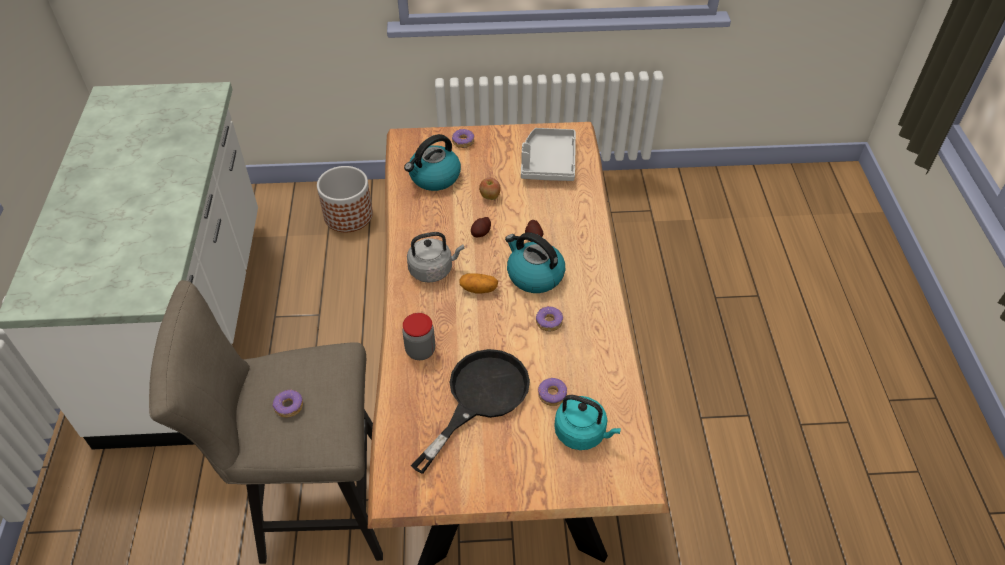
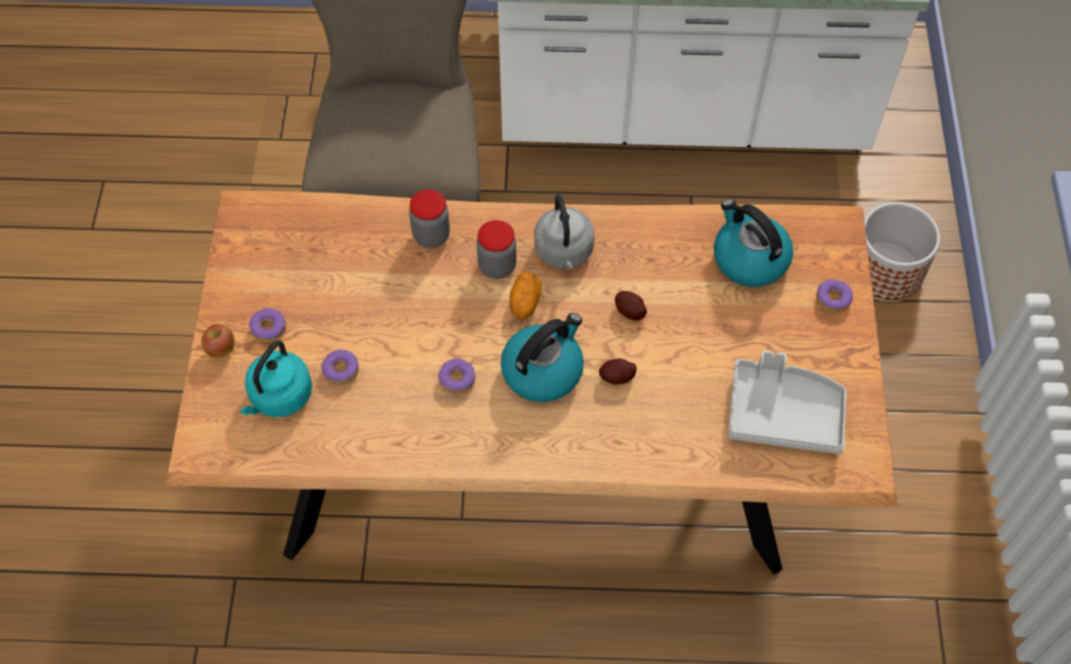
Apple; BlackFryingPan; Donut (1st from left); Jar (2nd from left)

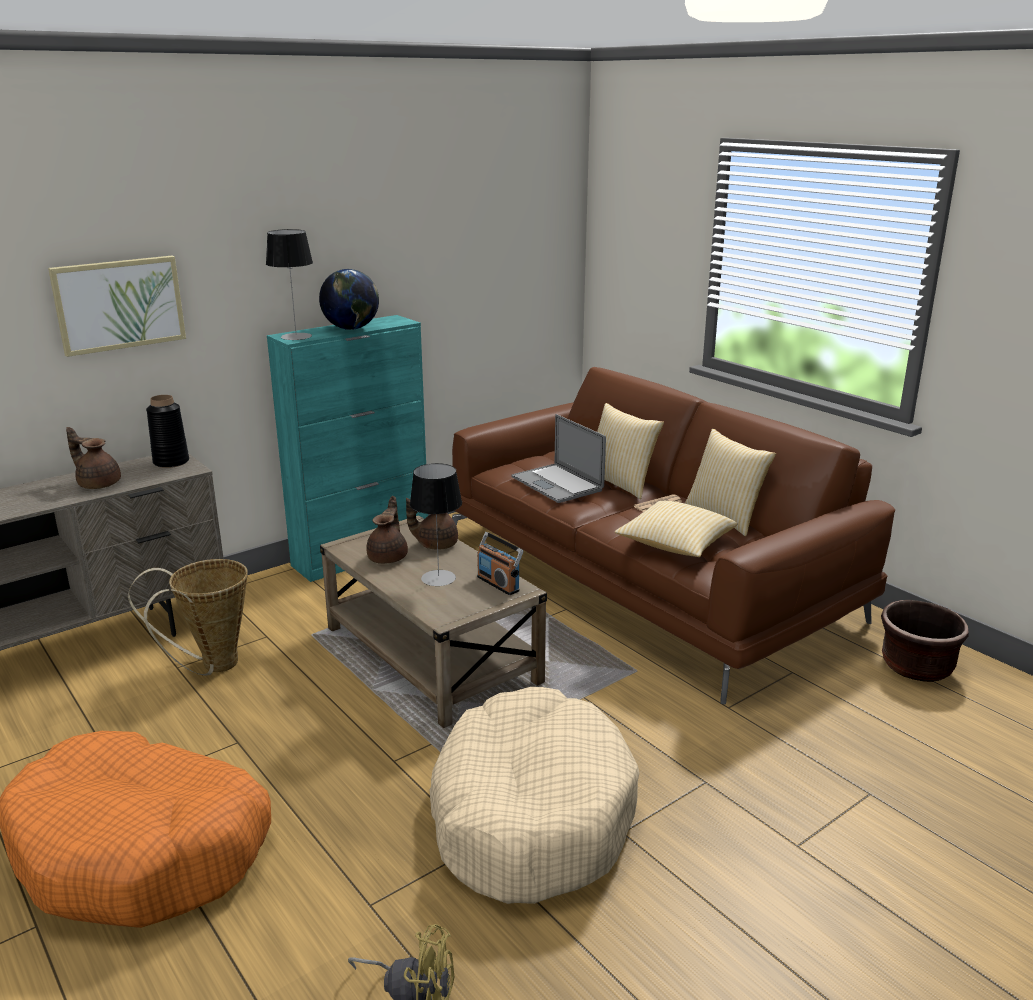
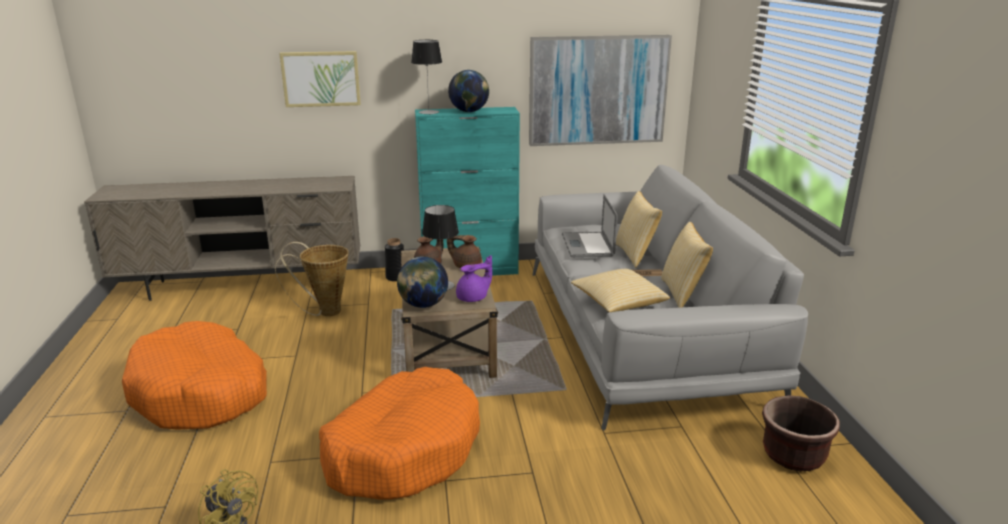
GreySofa; BlackVase; BrownTeapot (1st from left in the first image); PurpleTeapot; OrangeDogBed (2nd from left); Picture (2nd from left); Globe (1st from left)

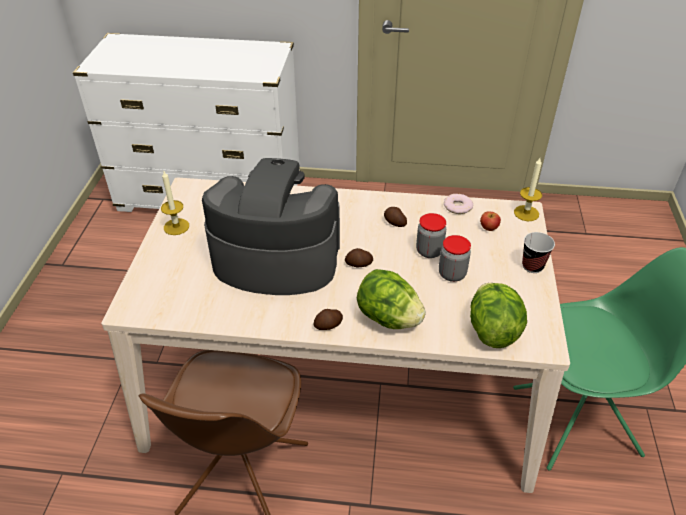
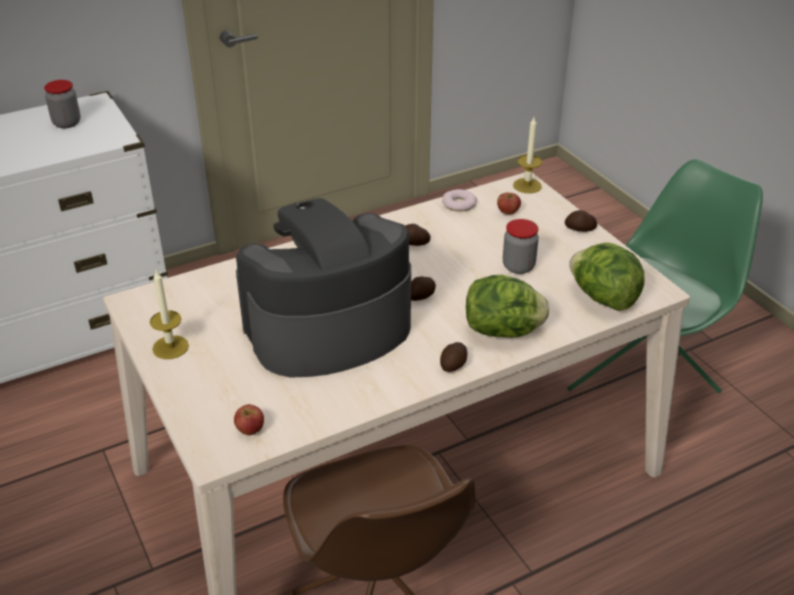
Jar (1st from left); Potato (4th from left); Apple (1st from left)

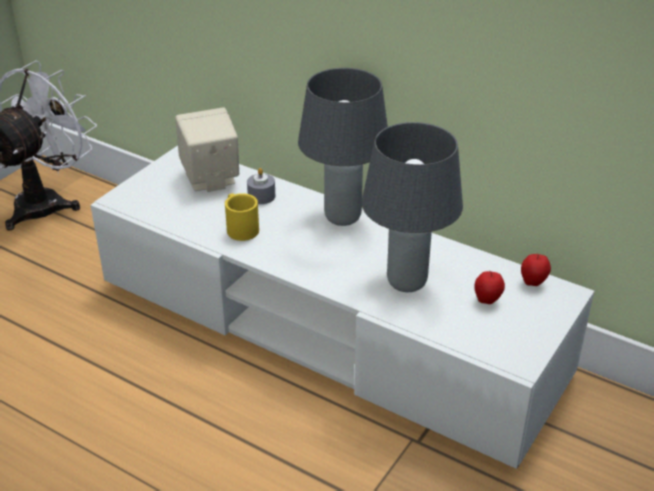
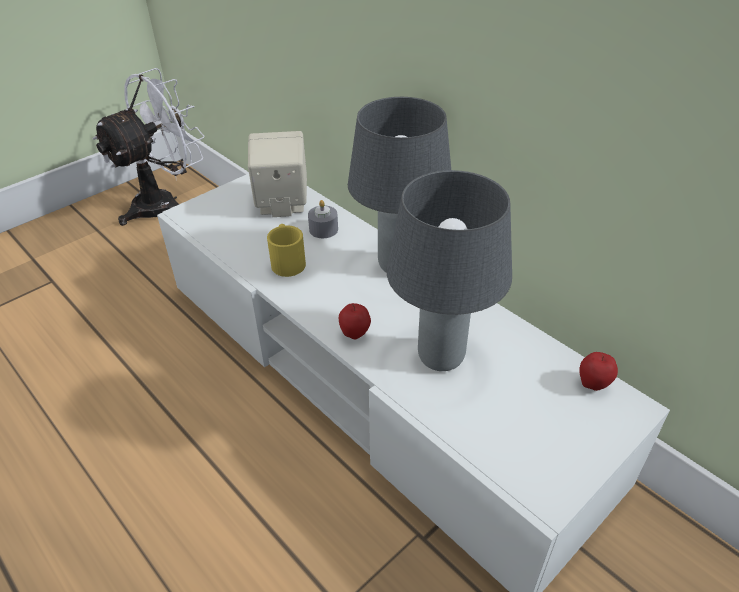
Apple (1st from left)

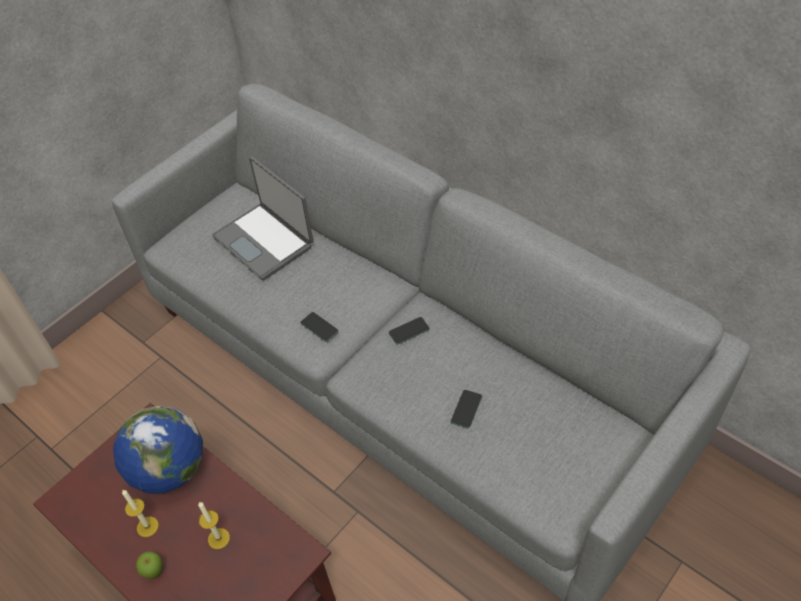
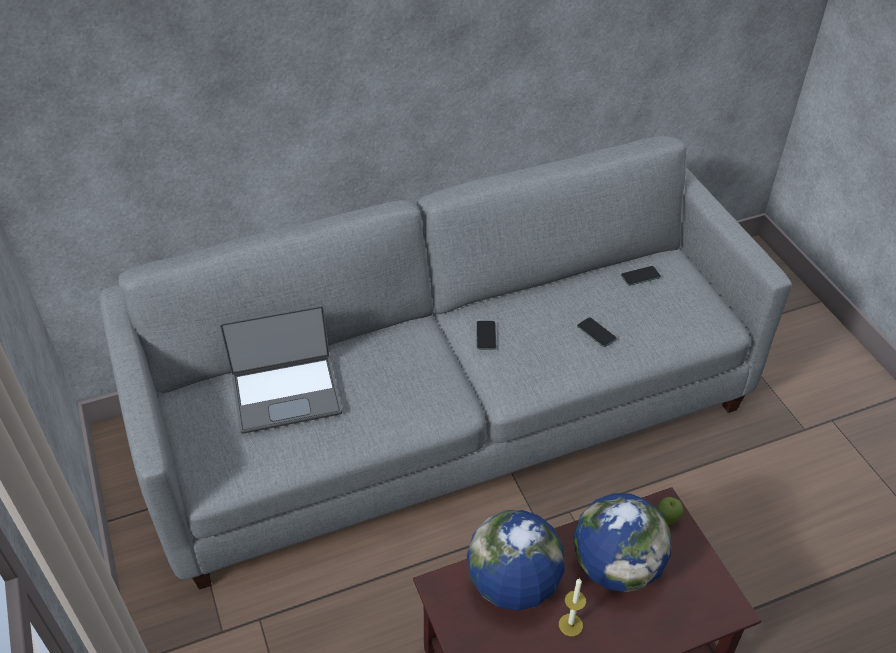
Phone (3rd from left); Globe (2nd from left); Apple

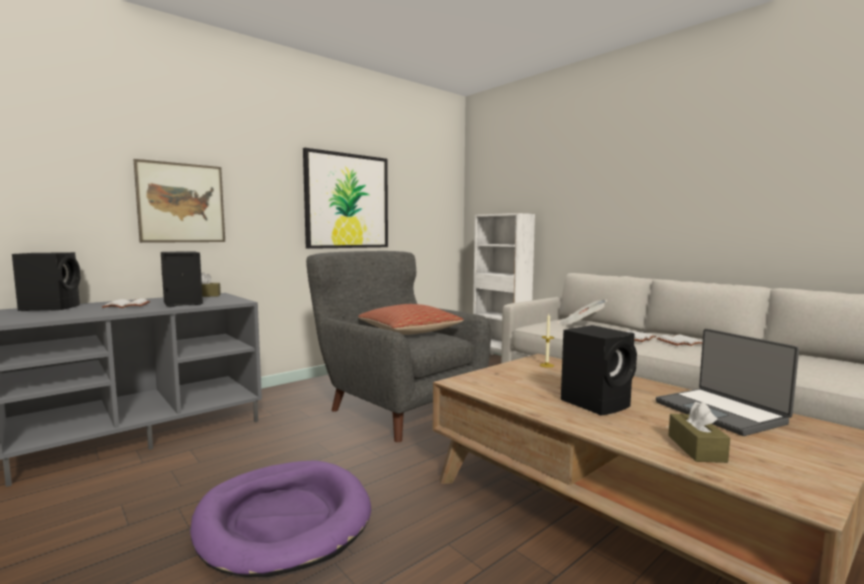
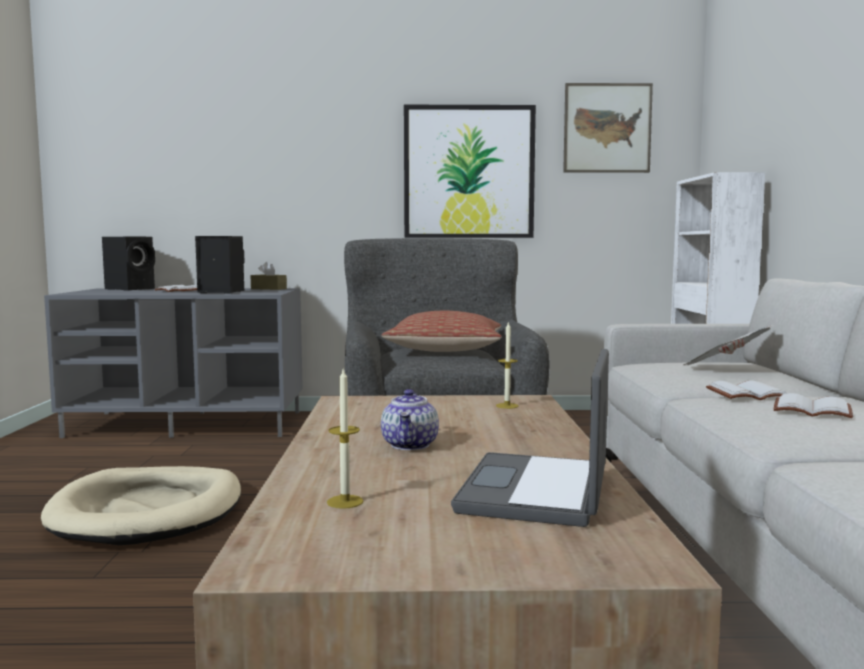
Picture (2nd from left); Teapot; Candle (1st from left); BeigeDogBed

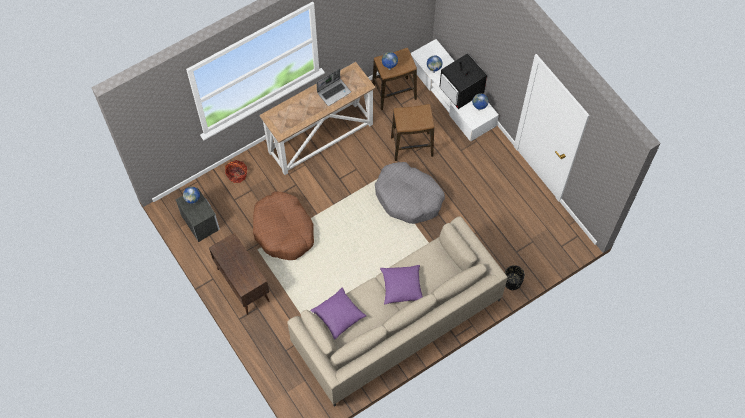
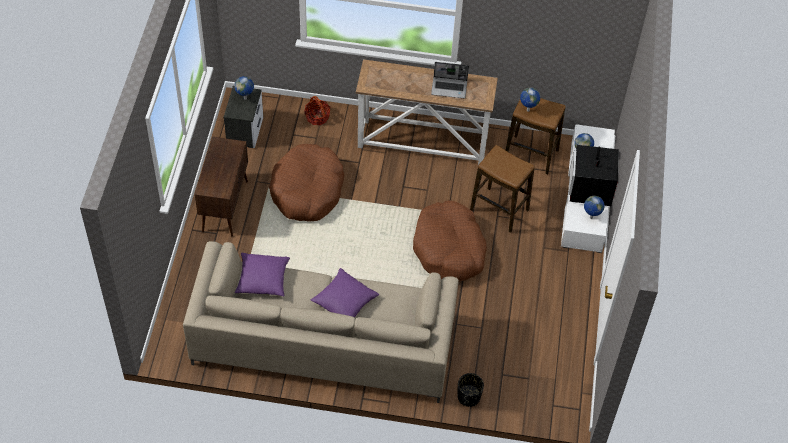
BrownDogBed (2nd from left)

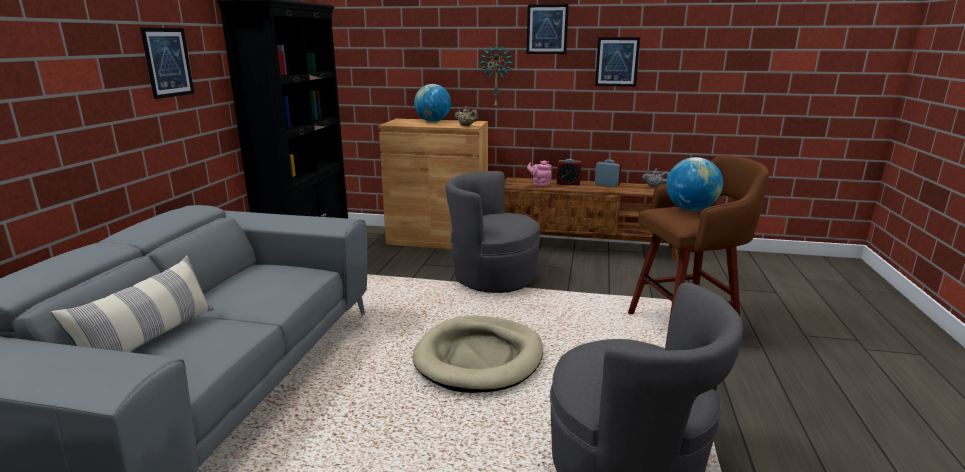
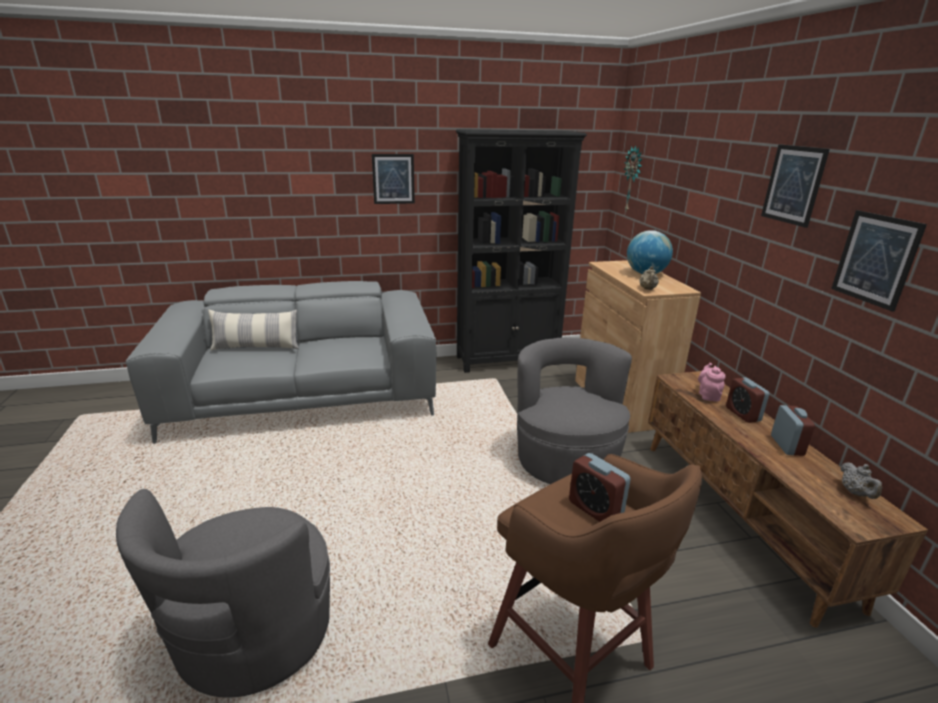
WallClock; AlarmClock (1st from left); BeigeDogBed

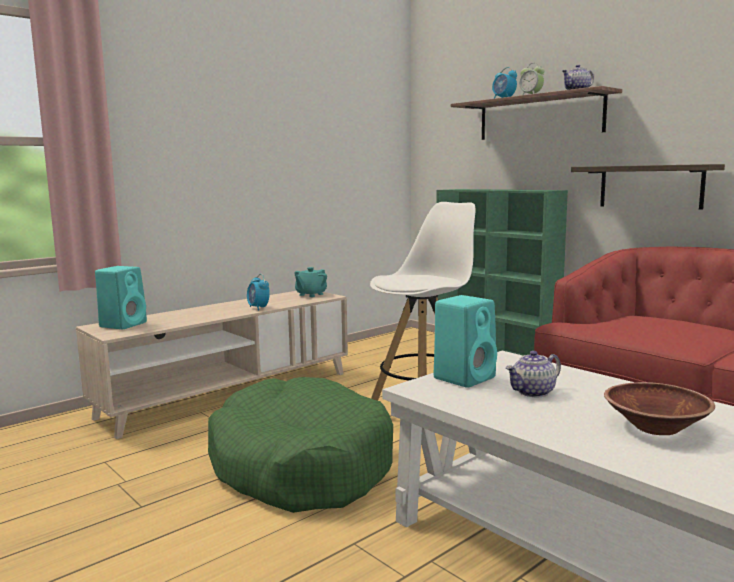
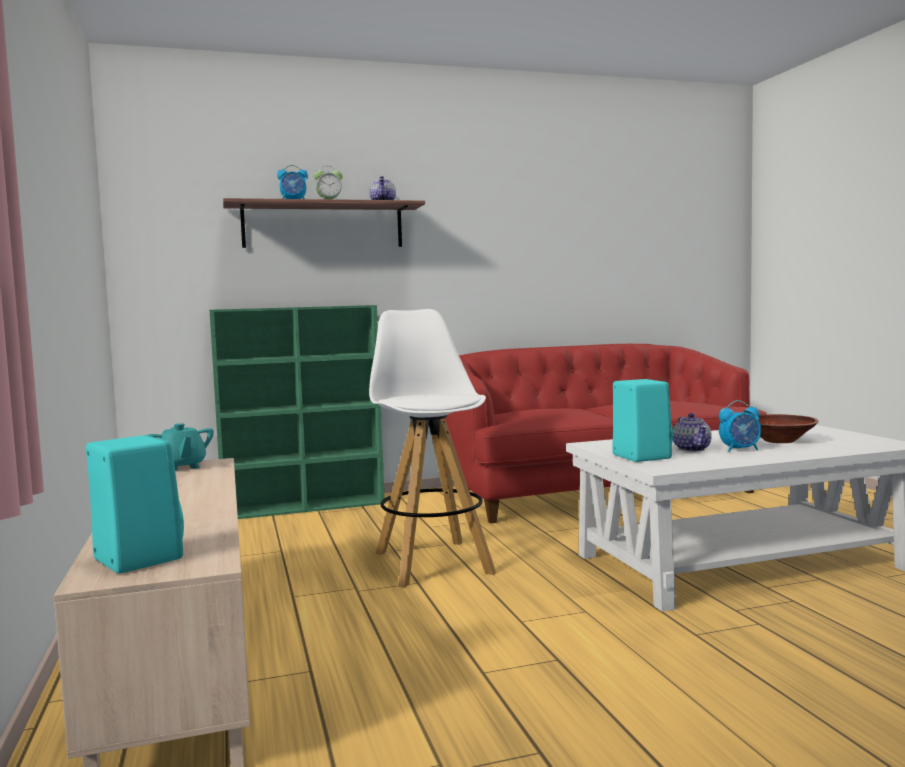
Shelf (2nd from left in the first image); AlarmClock (3rd from left); GreenDogBed

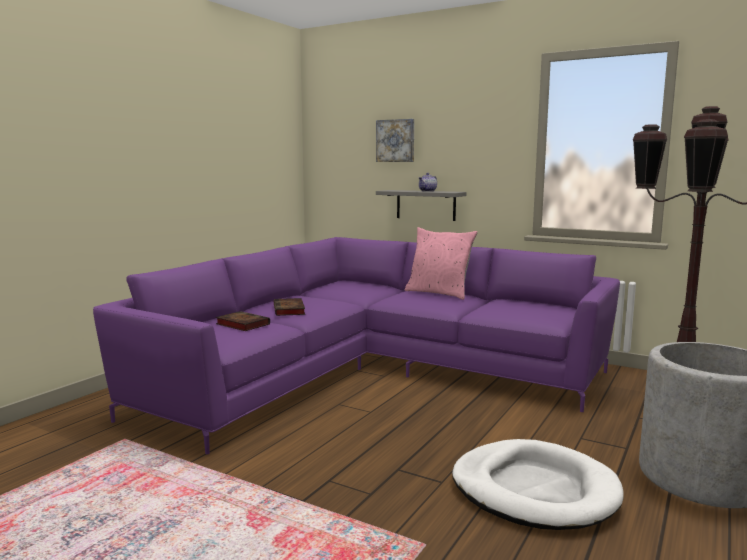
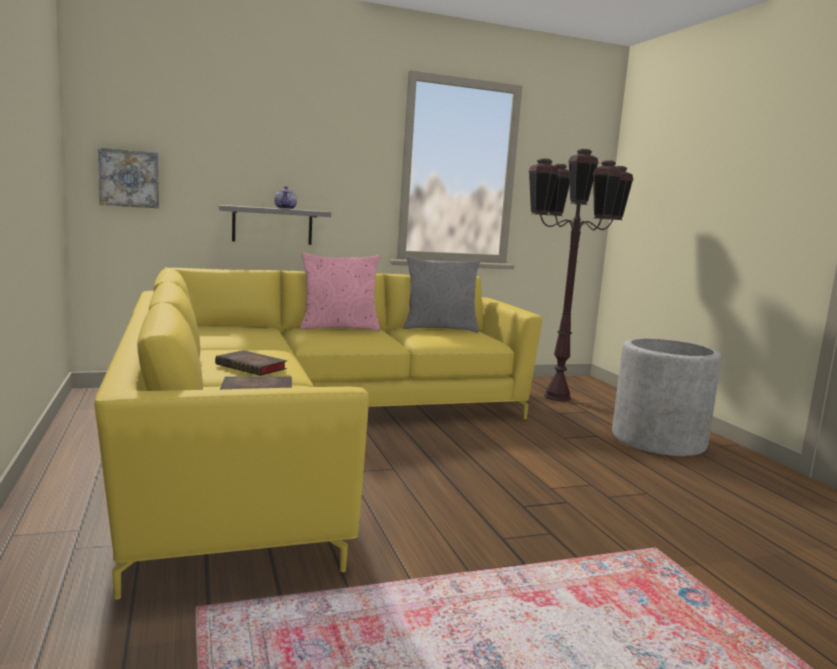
Picture; YellowSofa; WhiteDogBed; GreyPillow

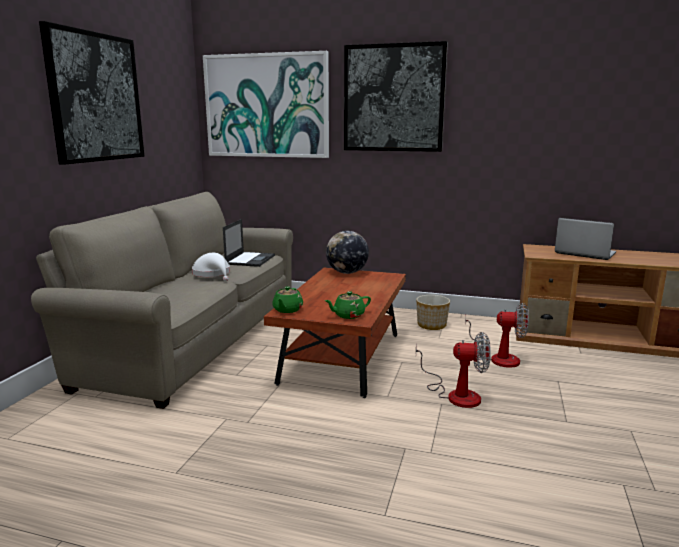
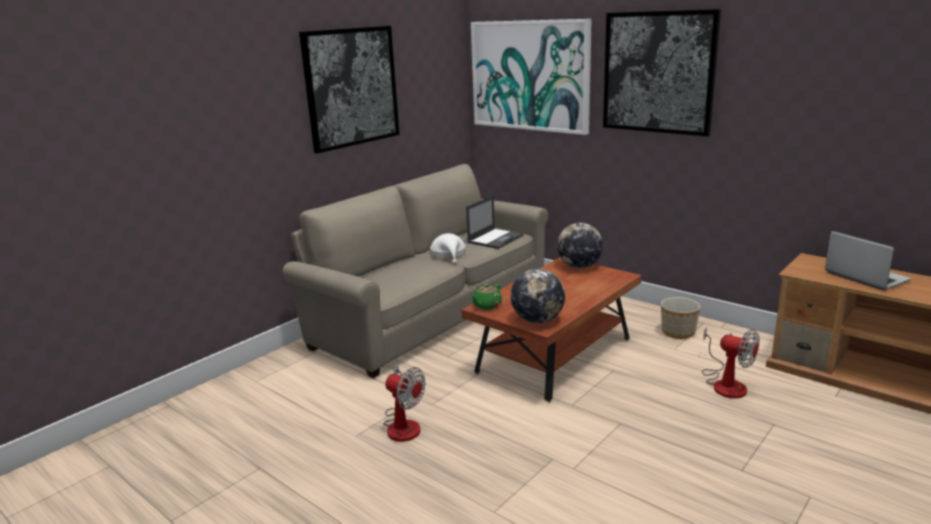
Globe (1st from left); Fan (1st from left)

